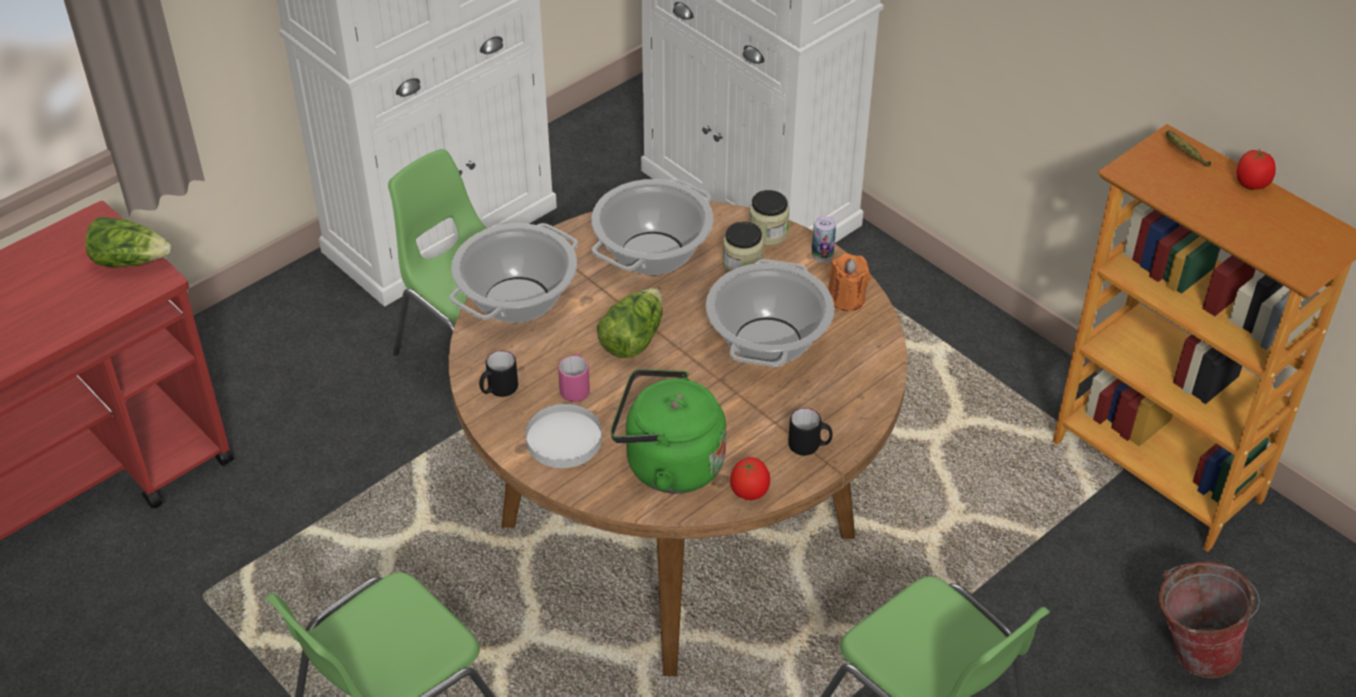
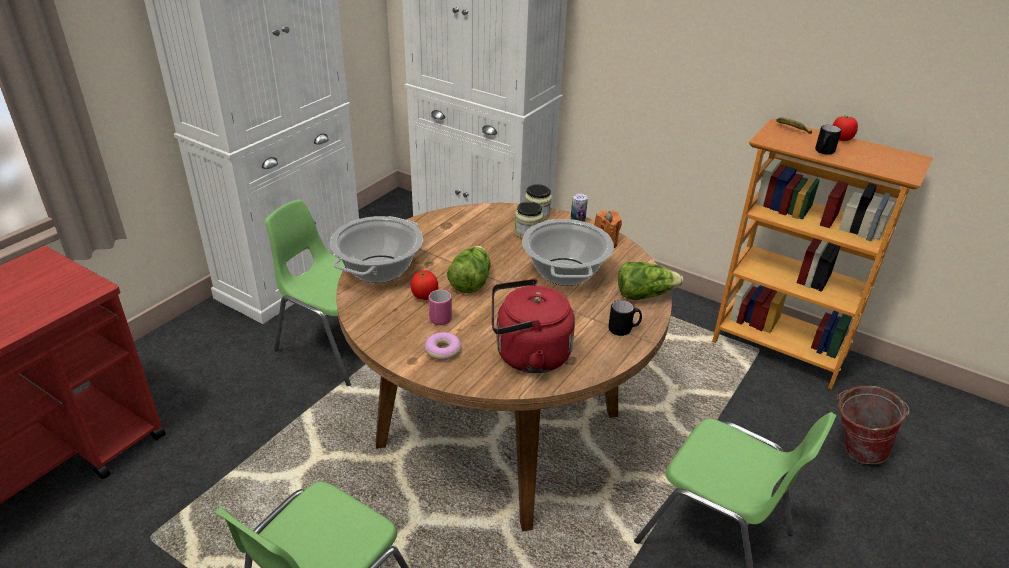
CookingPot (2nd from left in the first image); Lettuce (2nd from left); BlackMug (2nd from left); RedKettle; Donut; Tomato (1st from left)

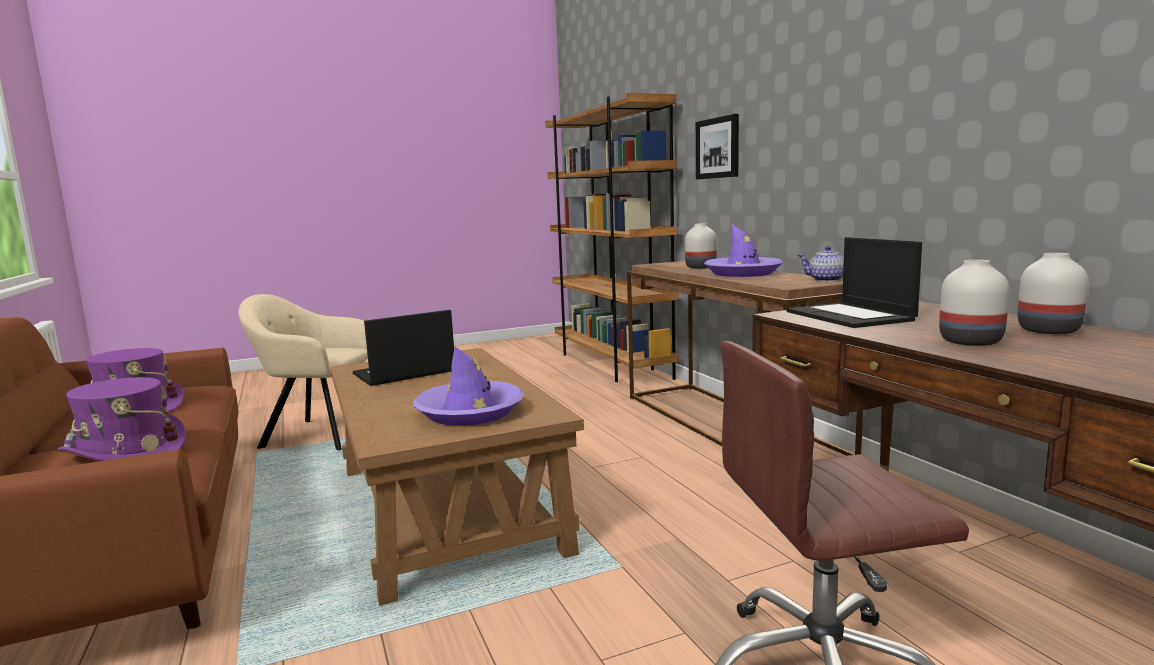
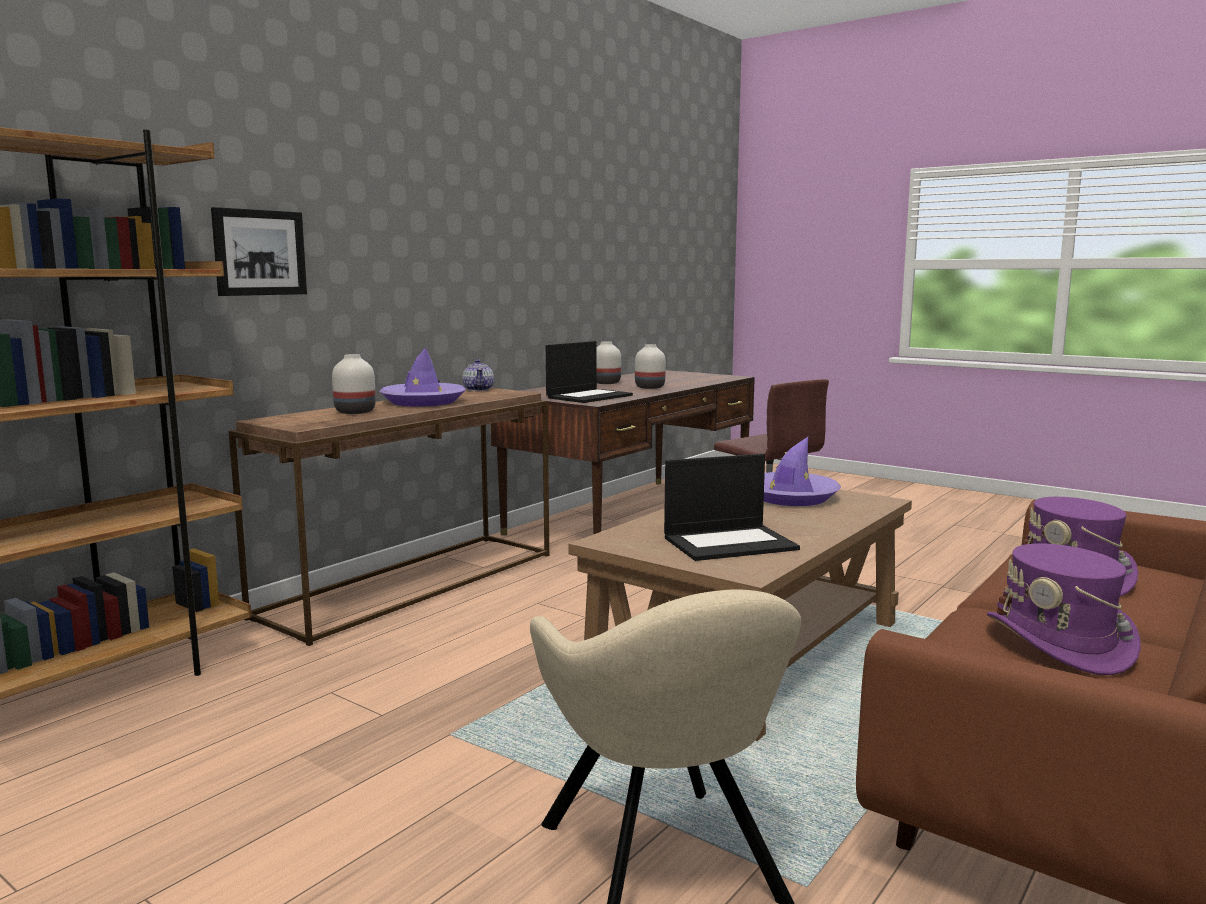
Laptop (2nd from left)

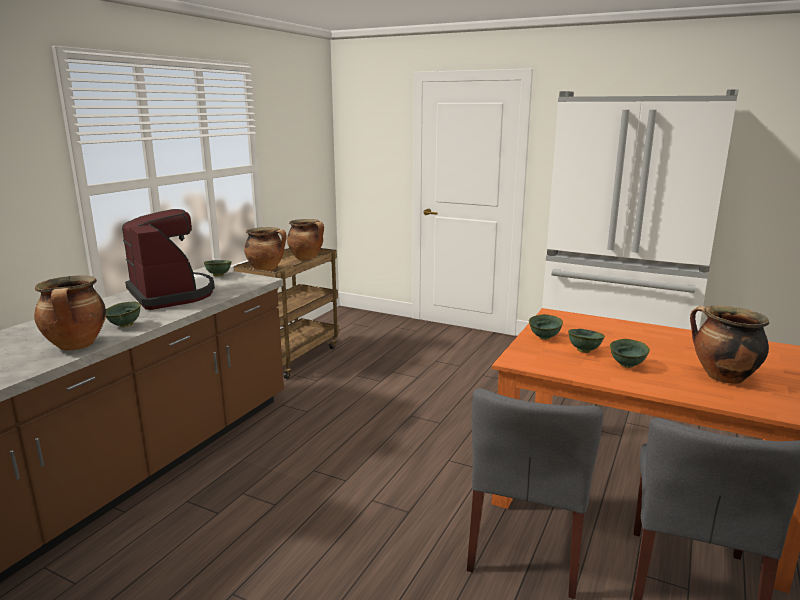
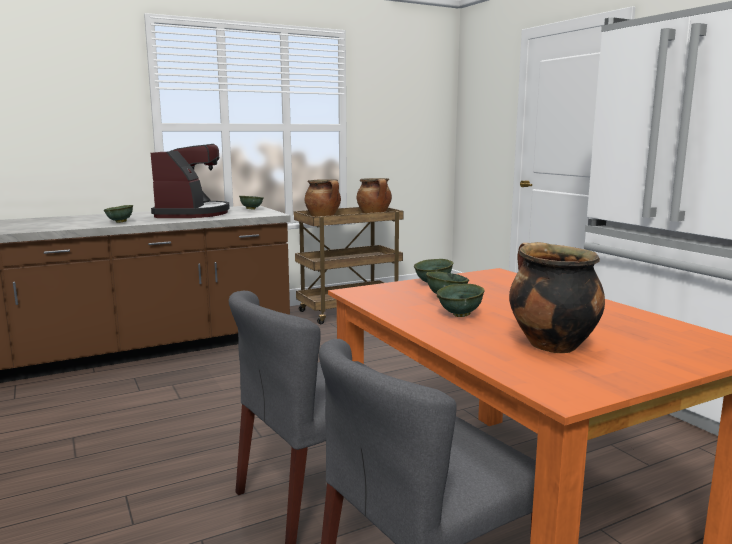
CookingPot (1st from left in the first image)

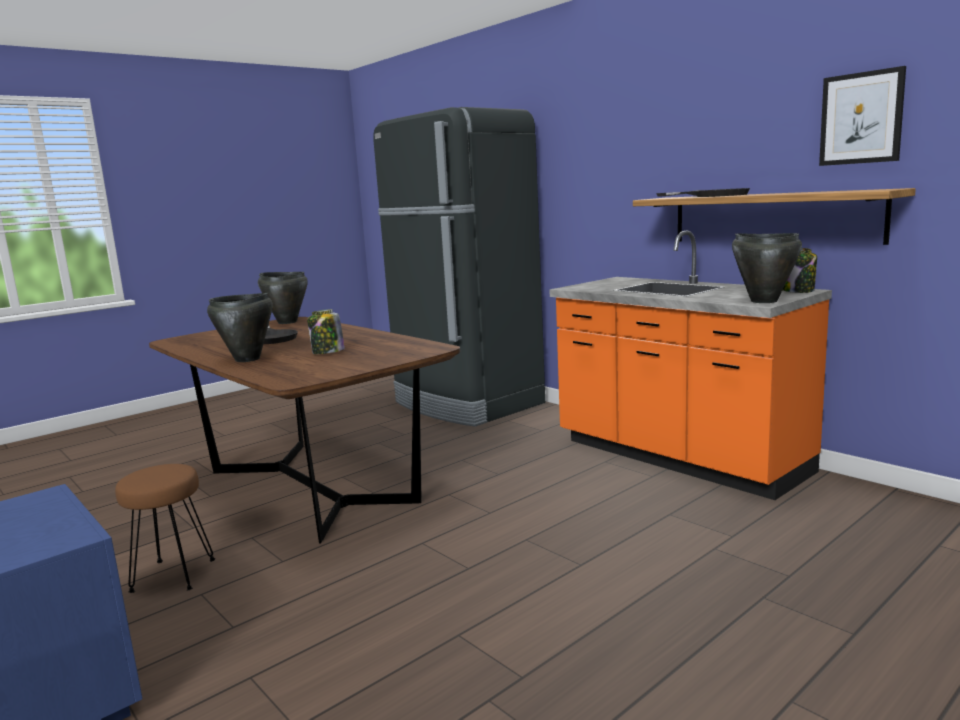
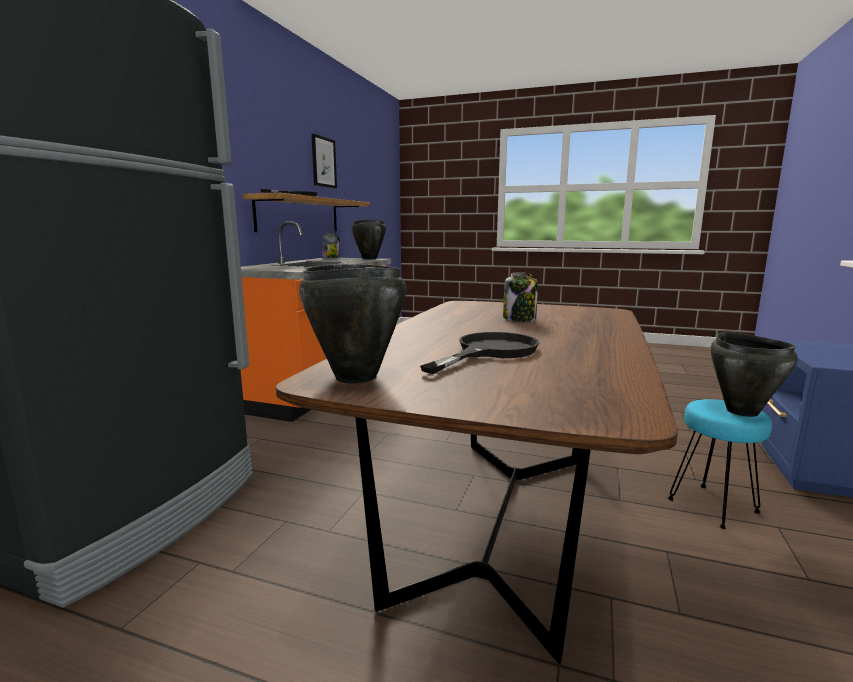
BlackCookingPot (3rd from left); TurquoiseStool

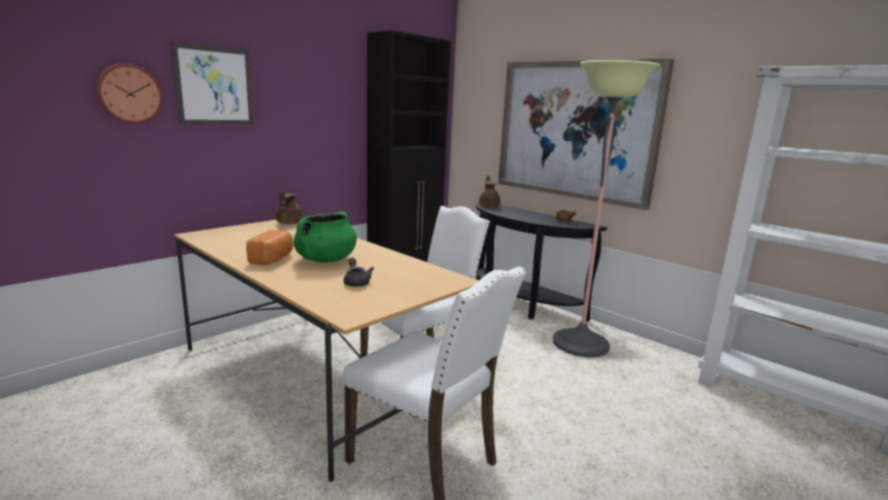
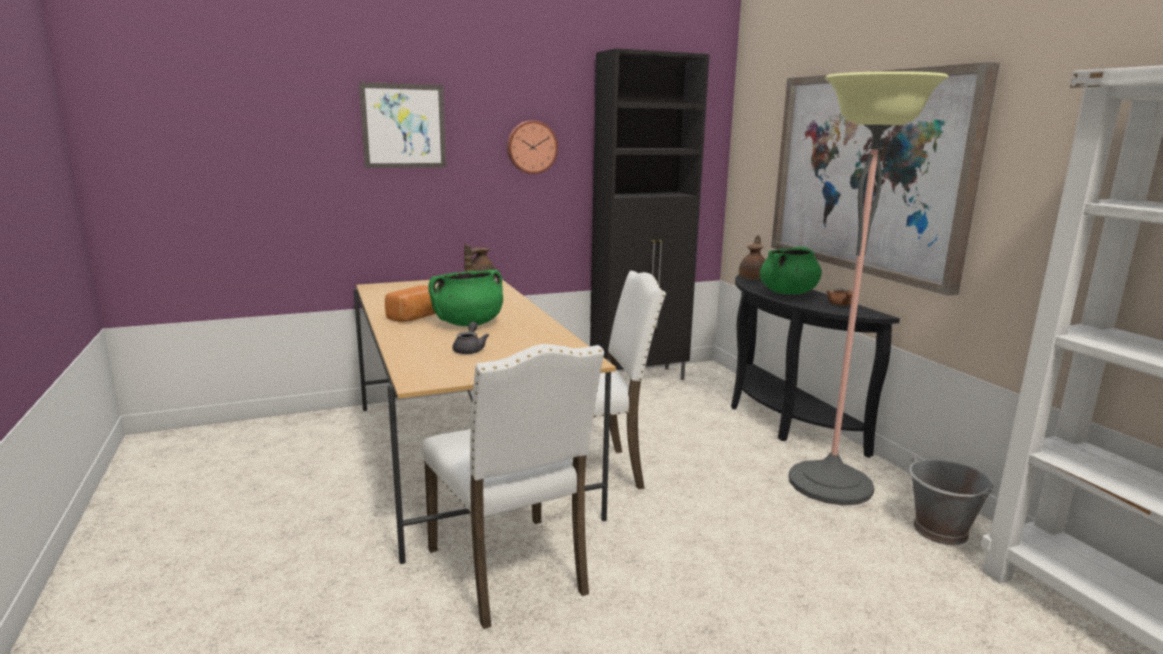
WallClock; GreenCookingPot (2nd from left); GreyBucket

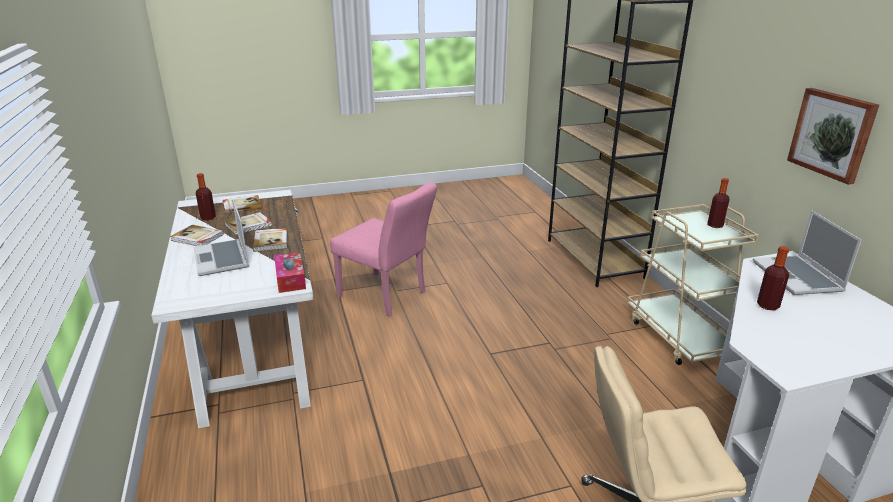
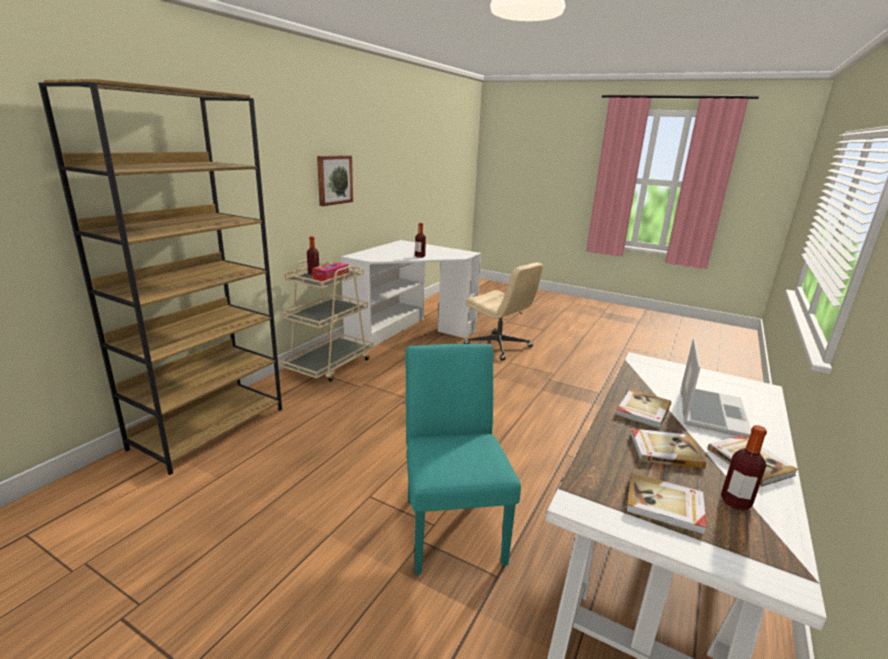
TurquoiseChair; Laptop (2nd from left in the first image); TissueBox

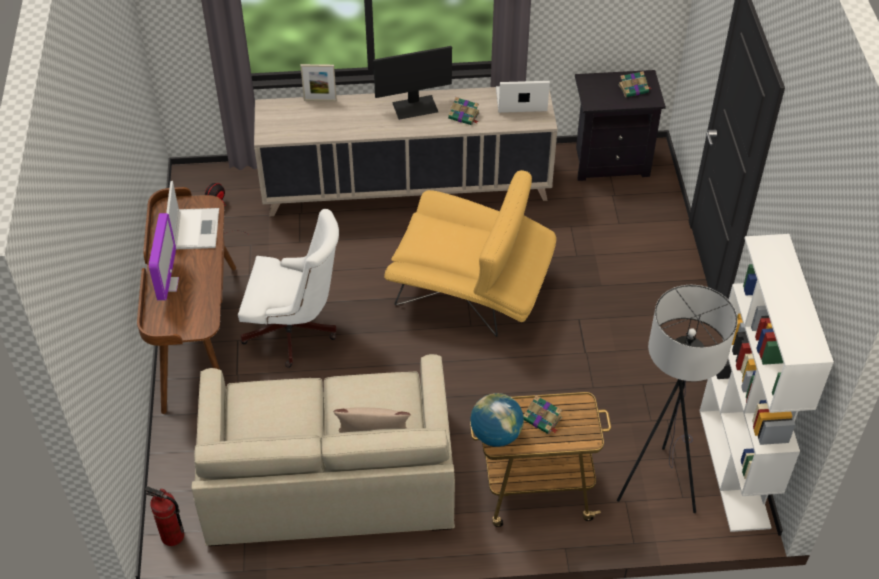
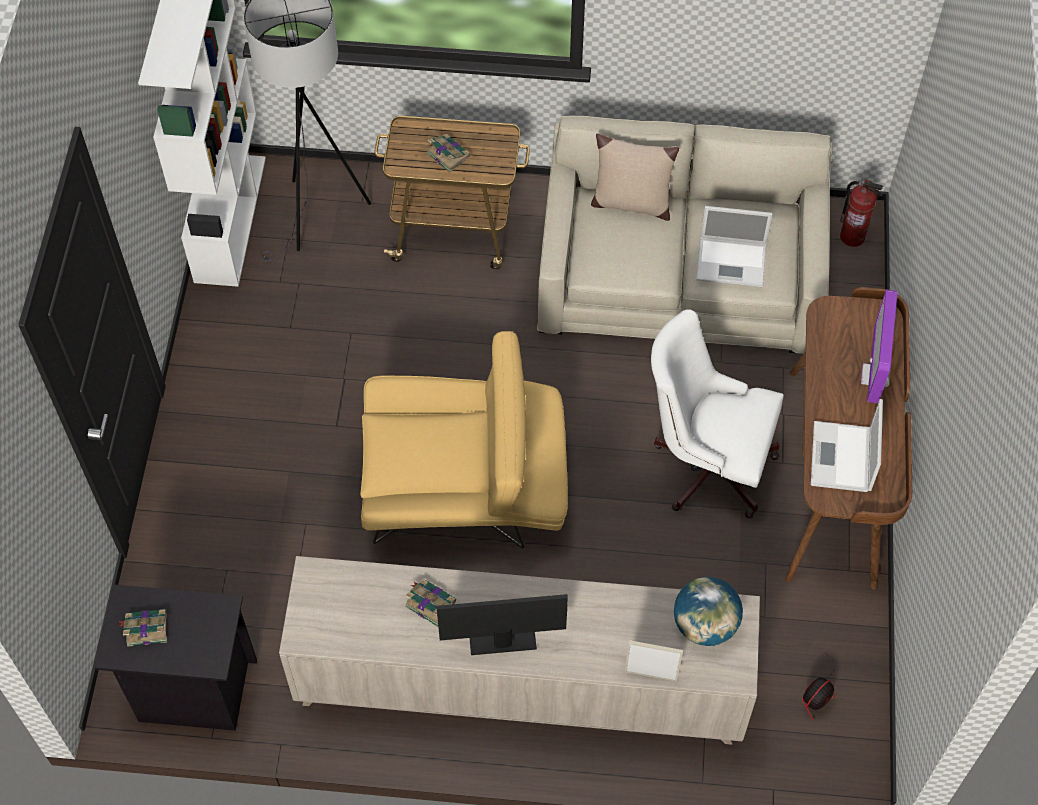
Laptop (1st from left); YellowArmchair; Globe

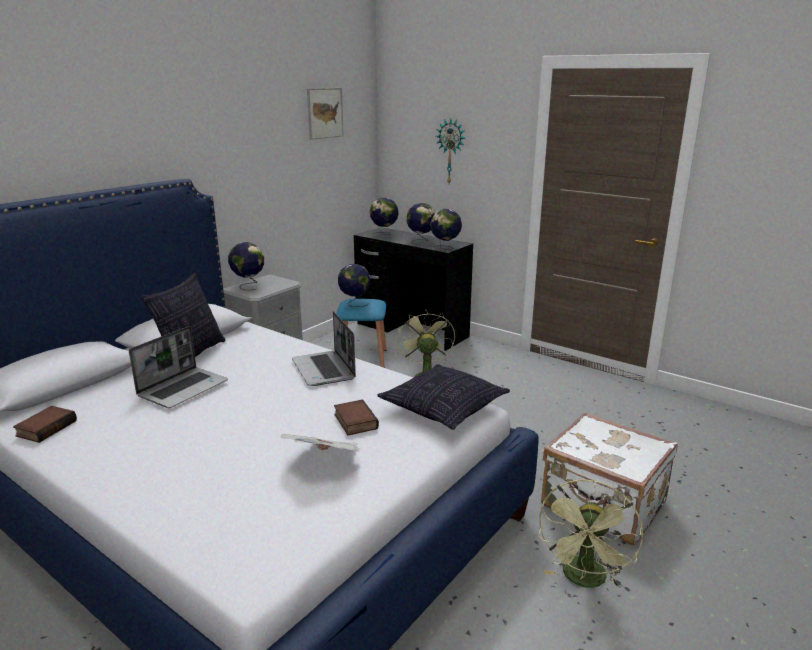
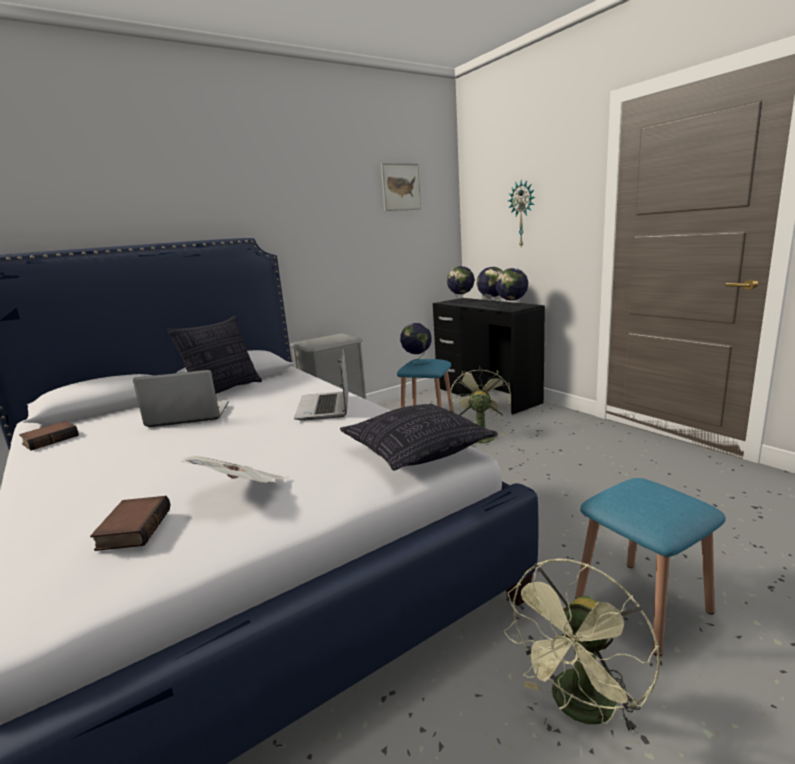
Globe (1st from left in the first image); Laptop (1st from left); Book (2nd from left); BlueStool (2nd from left)

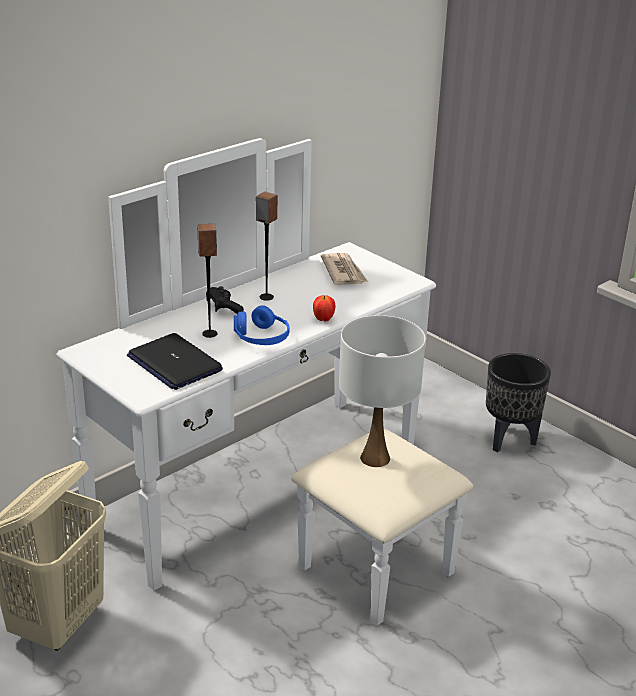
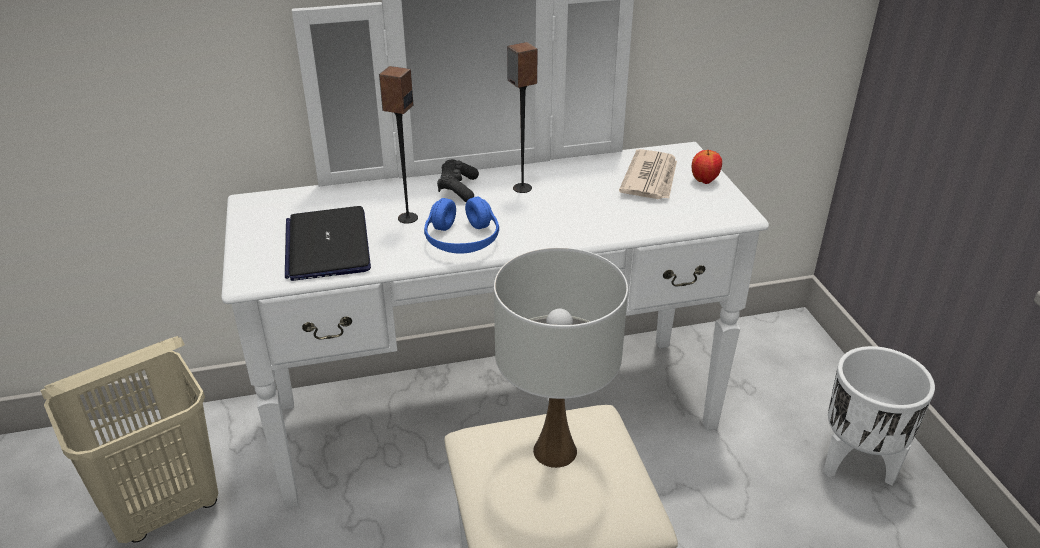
Apple; WhitePlanter

